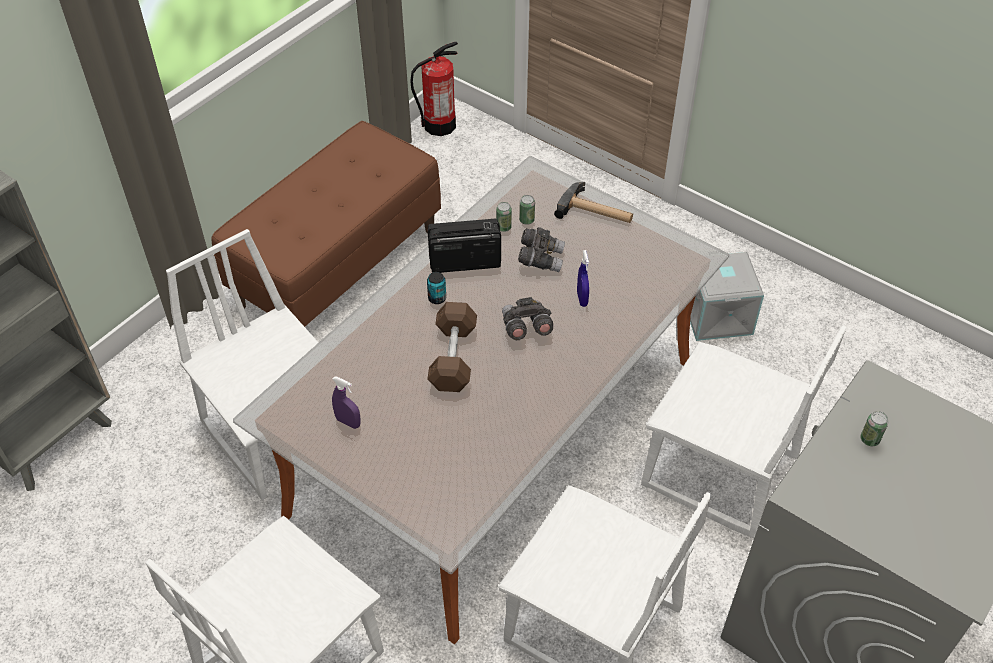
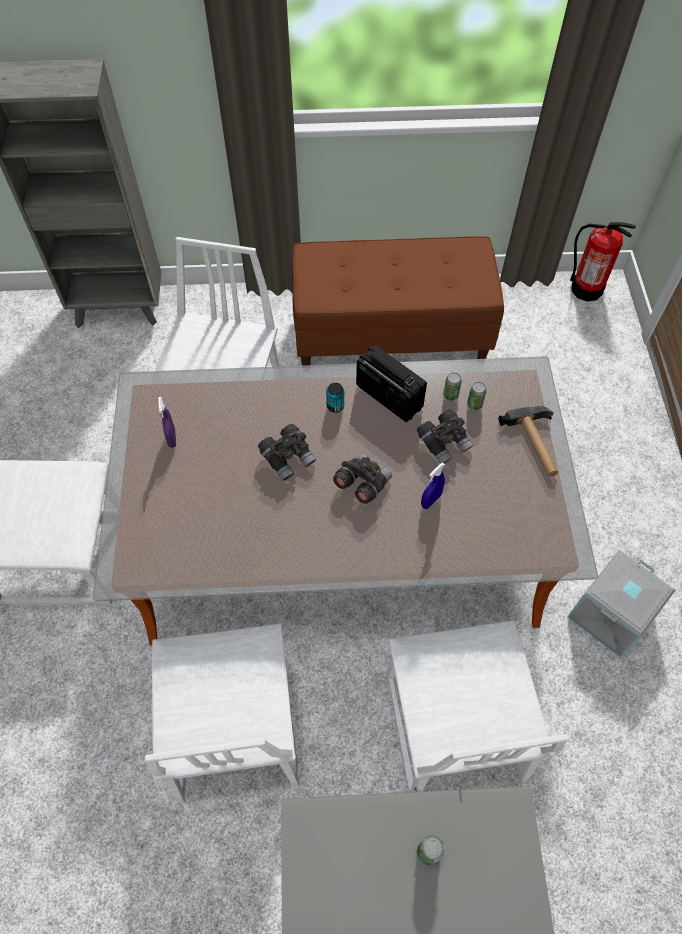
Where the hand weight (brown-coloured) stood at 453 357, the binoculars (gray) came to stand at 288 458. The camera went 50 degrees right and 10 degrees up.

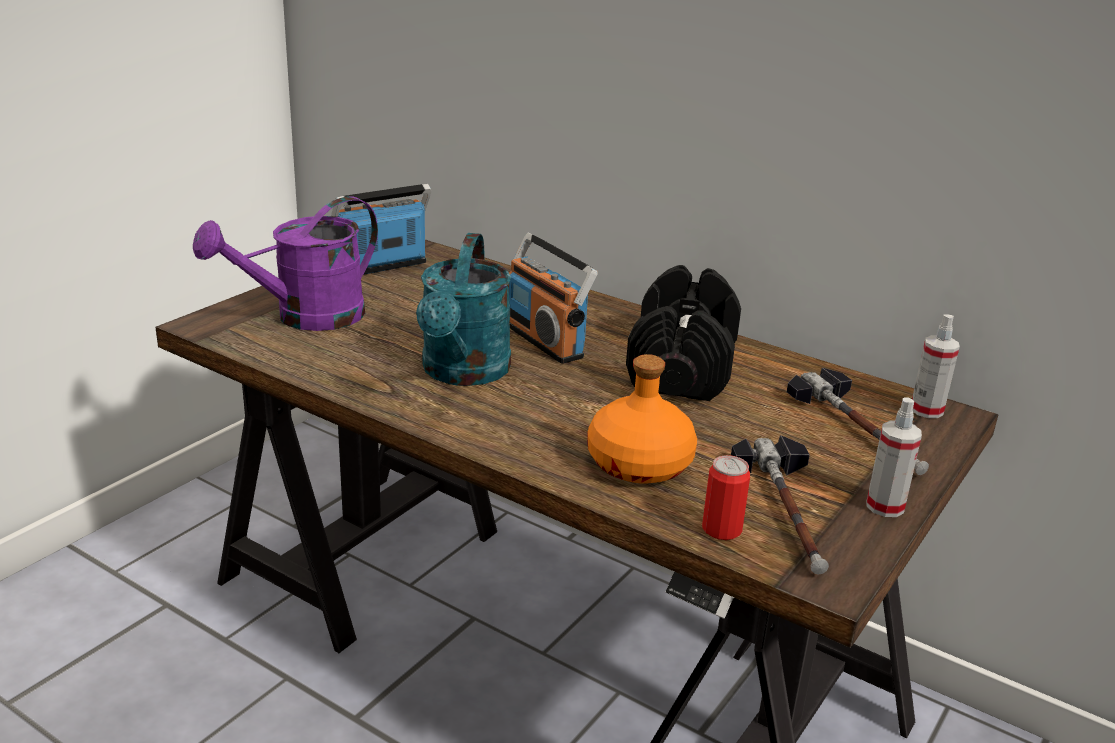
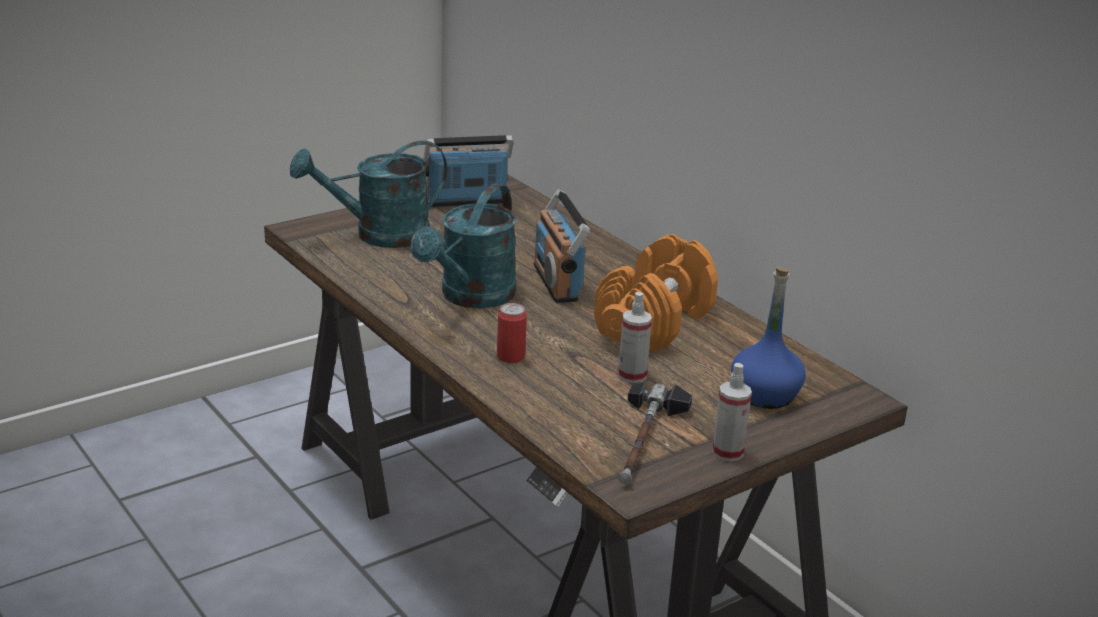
What was the watering pot (purple-coloured) at 306 318 turned into the watering pot (blue-green) at 379 235. The second view lost the beverage bottle (orange-coloured) at 638 464. What was the hand weight (black-coloured) at 682 368 turned into the hand weight (orange-coloured) at 654 322. The metal can ended up elsewhere, having gone from 721 529 to 510 357. Where the hammer stood at 860 429, the beverage bottle (blue-coloured) came to stand at 765 395. The spray bottle ended up elsewhere, having gone from 926 410 to 632 375. The camera went 20 degrees right and 0 degrees up.

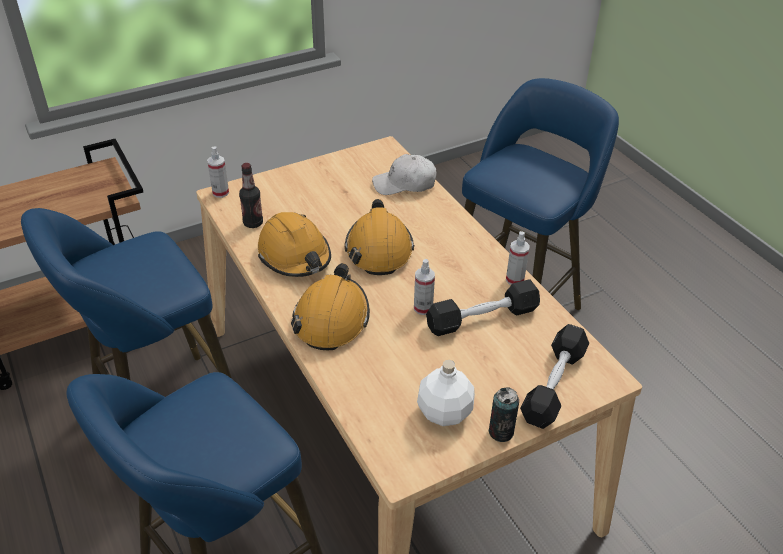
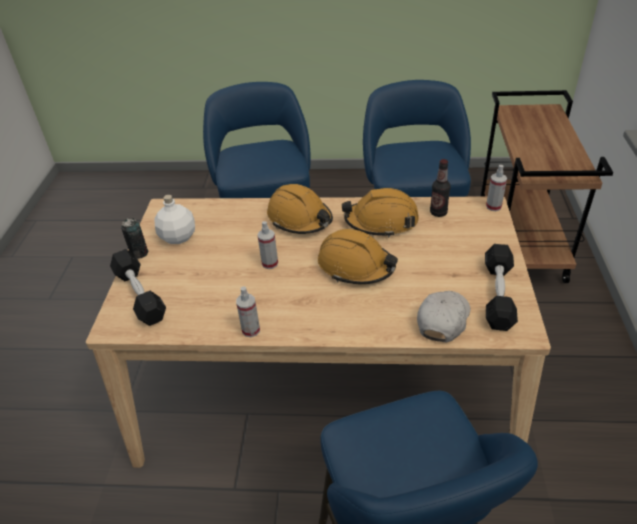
The hand weight (black-coloured) ended up elsewhere, having gone from 482 318 to 498 294. The camera went 125 degrees right and 0 degrees up.

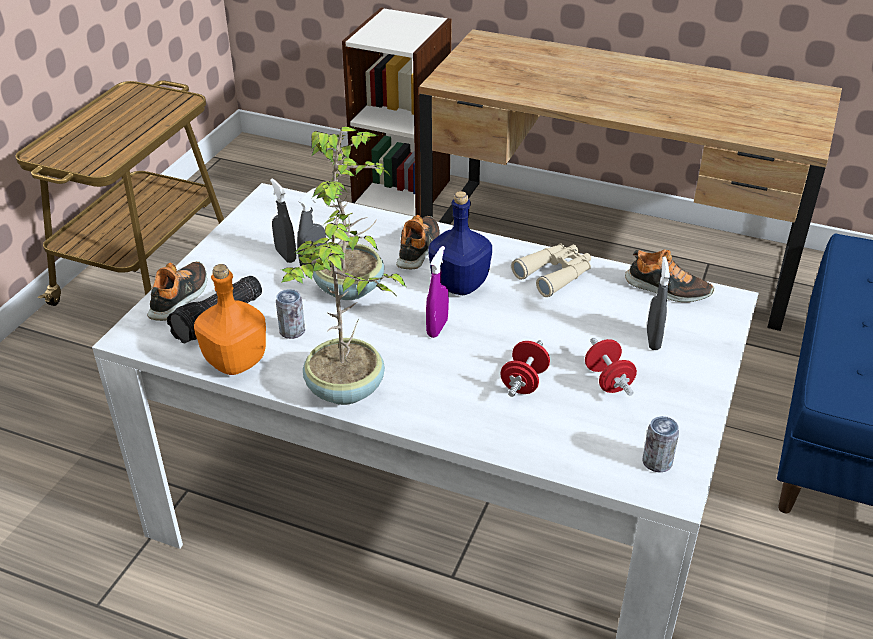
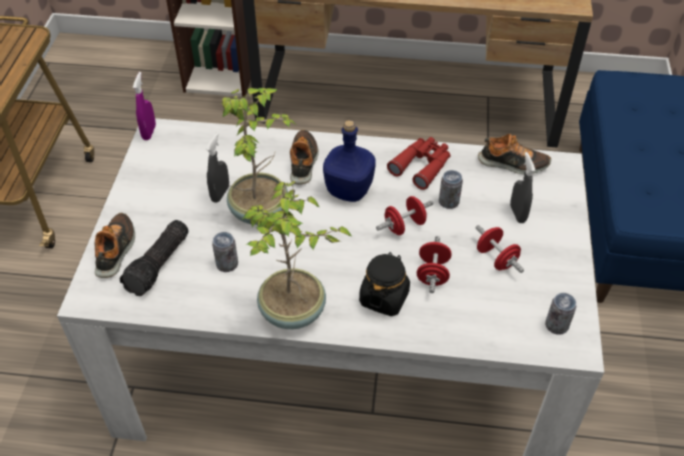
The second view lost the beverage bottle (orange-coloured) at 234 360. The second view lost the spray bottle (gray) at 286 255. The spray bottle (purple-coloured) ended up elsewhere, having gone from 437 328 to 149 132. What was the binoculars (sand-coloured) at 555 274 turned into the binoculars (reddish) at 422 166. The second view gained the storage jar (black-coloured) at 384 297. The second view gained the hand weight (reddish) at 404 225. The second view gained the metal can at 448 202. The camera went 15 degrees left and 10 degrees up.

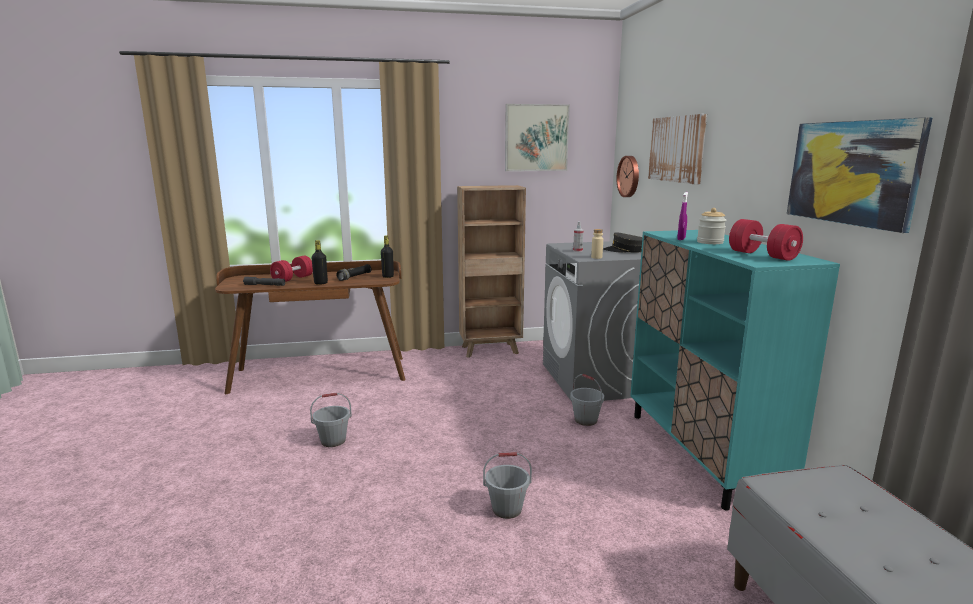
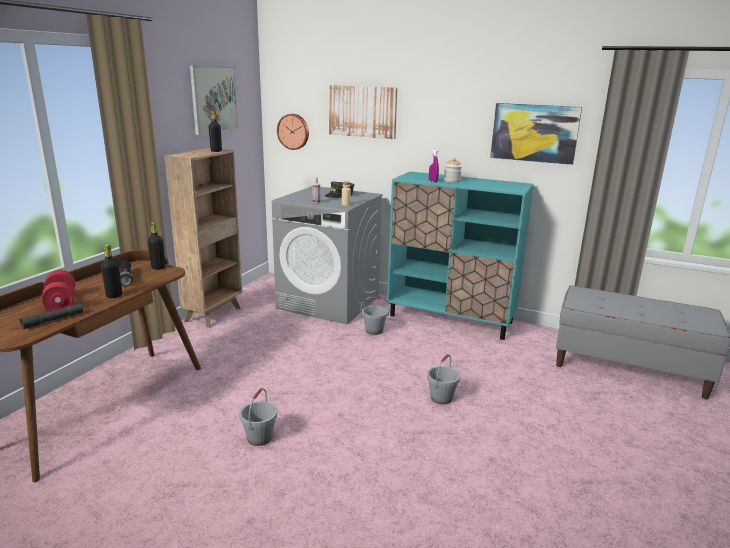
The second view lost the hand weight (reddish) at 762 255. The second view gained the beverage bottle (black-coloured) at 216 151. The camera went 55 degrees left and 5 degrees up.

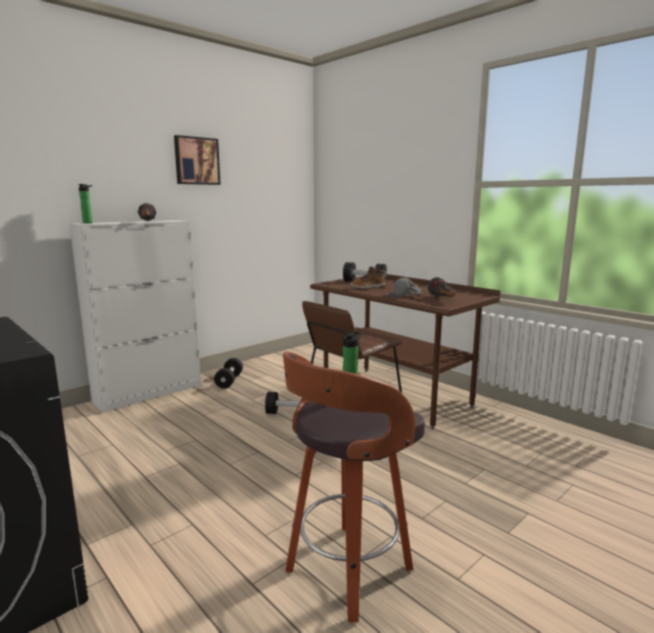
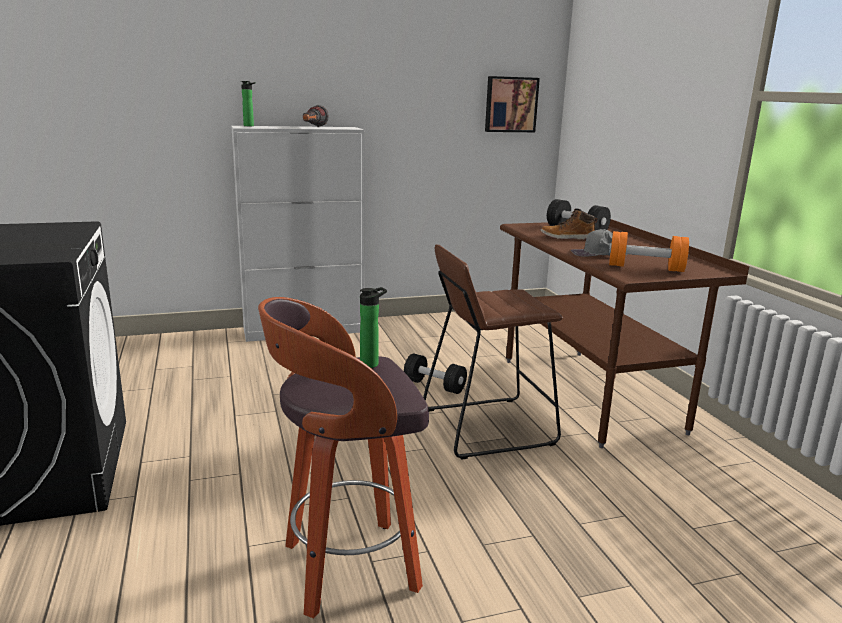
The wall art ended up elsewhere, having gone from 196 161 to 510 104. The second view lost the hand weight (black-coloured) at 229 381. Where the hand torch stood at 443 299, the hand weight (orange-coloured) came to stand at 645 268. The camera went 25 degrees right and 5 degrees up.

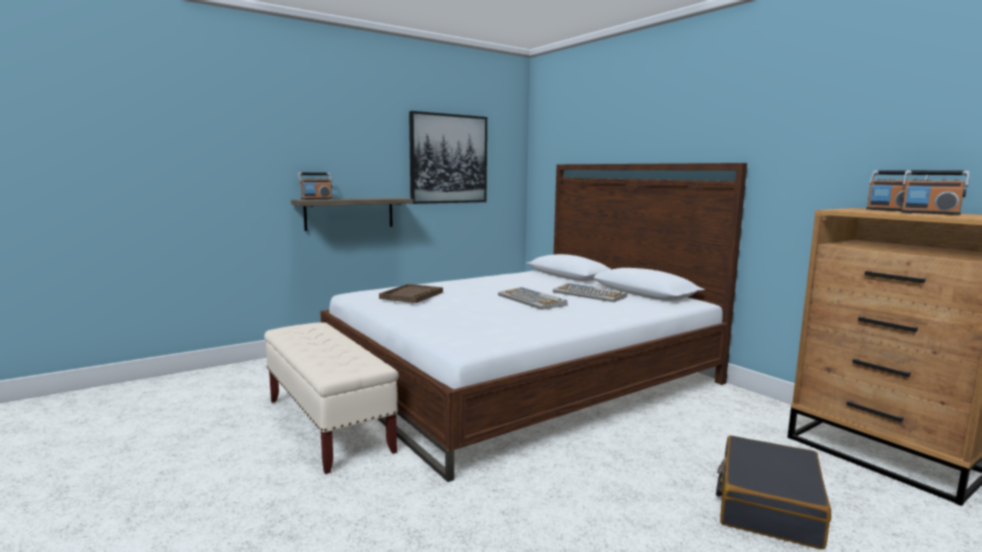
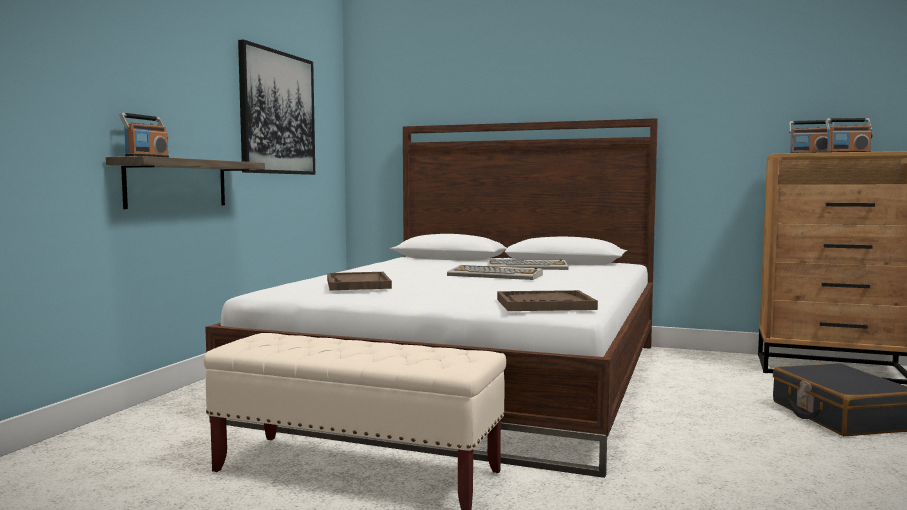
The second view gained the serving tray (brown-coloured) at 544 304. The camera went 35 degrees left and 5 degrees down.

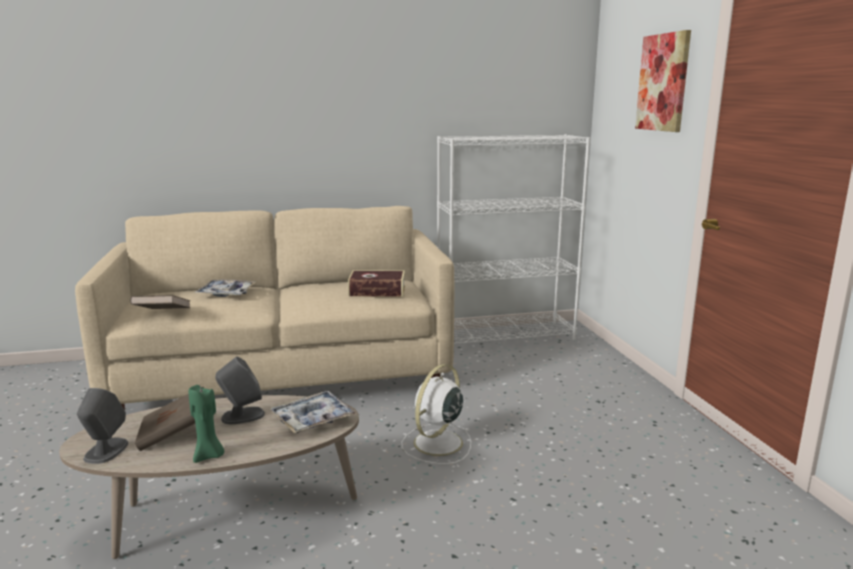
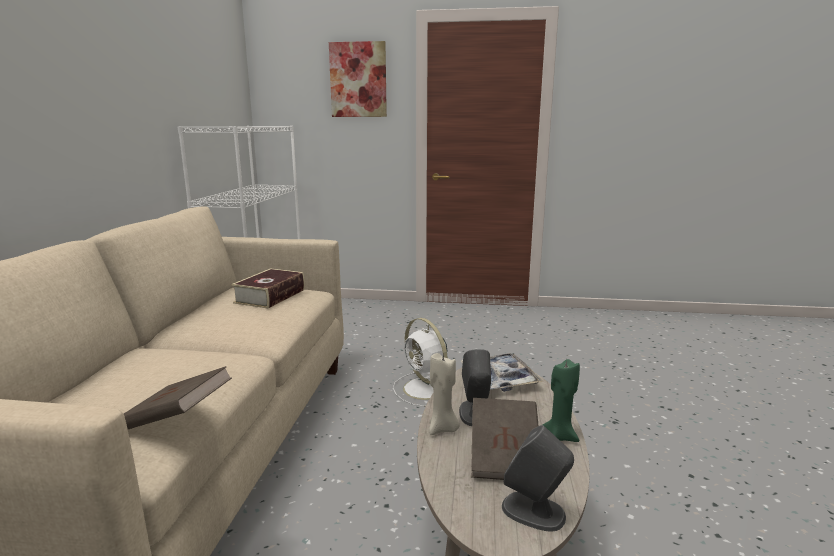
The second view lost the serving tray at 226 293. The second view gained the wax light (sand-coloured) at 443 429. The camera went 70 degrees left and 0 degrees up.

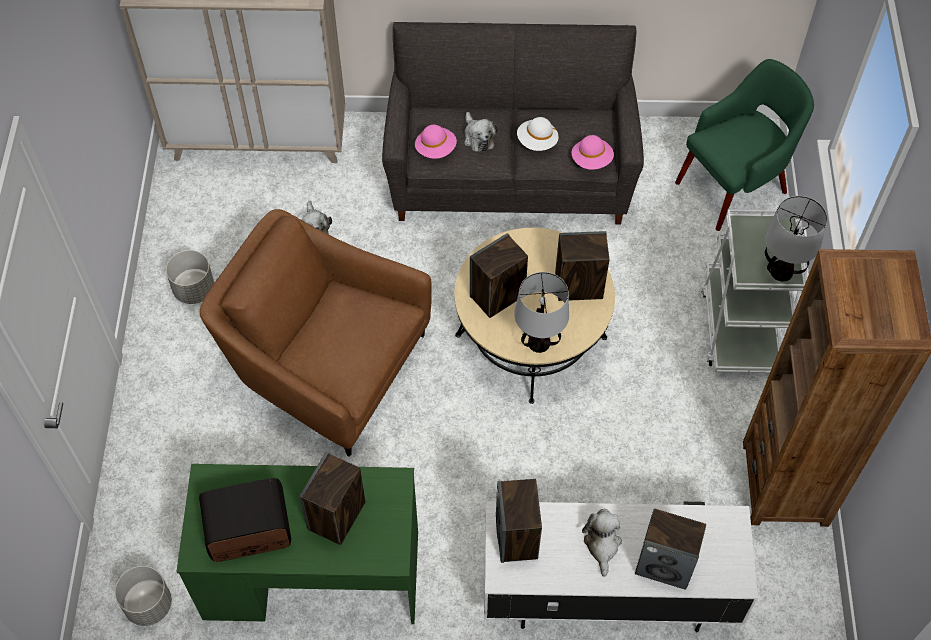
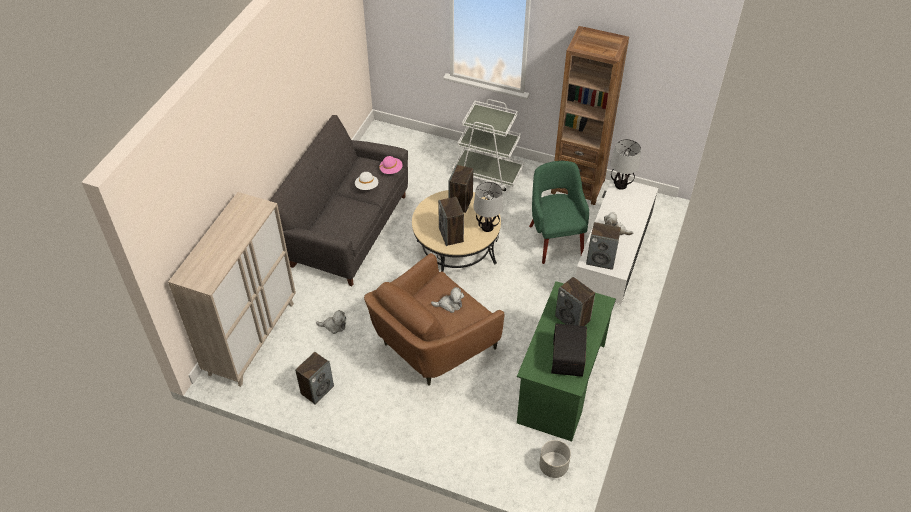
The second view lost the planter (gray) at 194 289. The second view lost the wearable hat (pink) at 436 149. The soft toy ended up elsewhere, having gone from 478 137 to 449 304. The loudspeaker ended up elsewhere, having gone from 665 564 to 317 390. The armchair (green-coloured) ended up elsewhere, having gone from 734 186 to 555 239. The table lamp ended up elsewhere, having gone from 781 272 to 621 185. The camera went 70 degrees left and 10 degrees down.

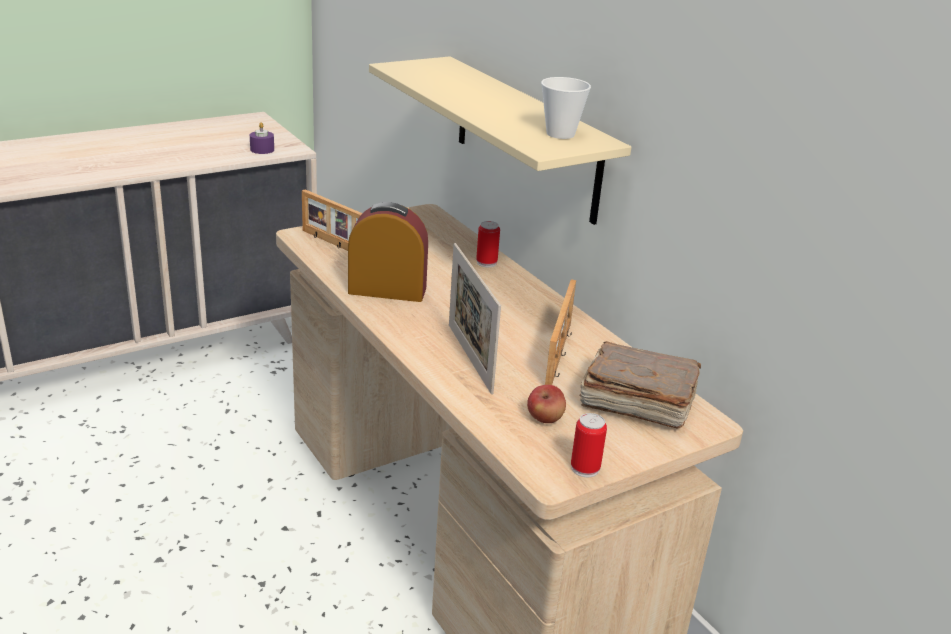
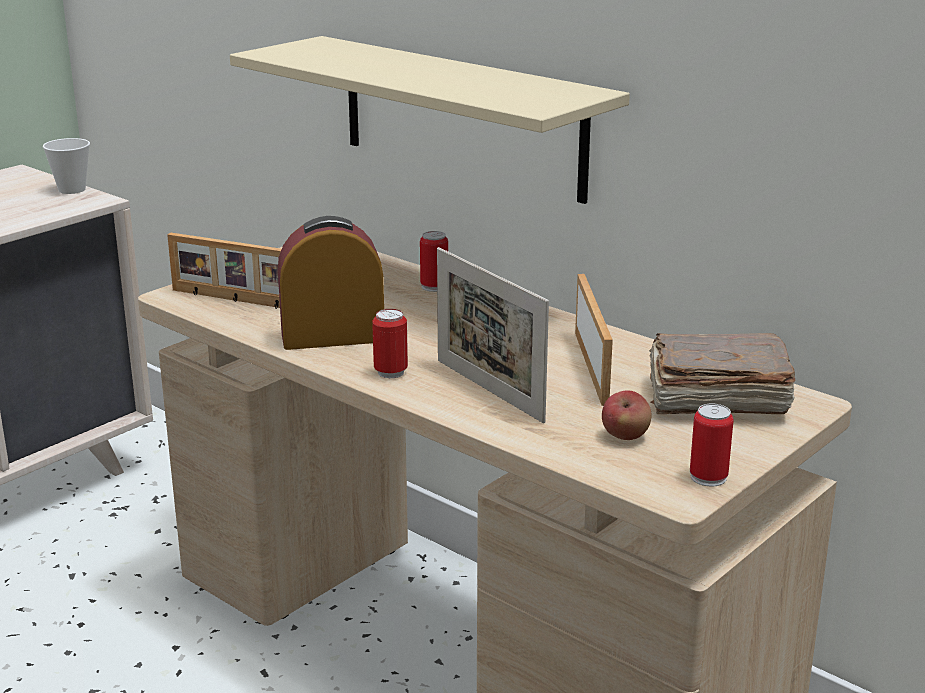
The second view lost the wax light (purple-coloured) at 262 149. The drinking cup ended up elsewhere, having gone from 560 134 to 72 190. The second view gained the metal can at 390 372. The camera went 15 degrees left and 5 degrees down.

